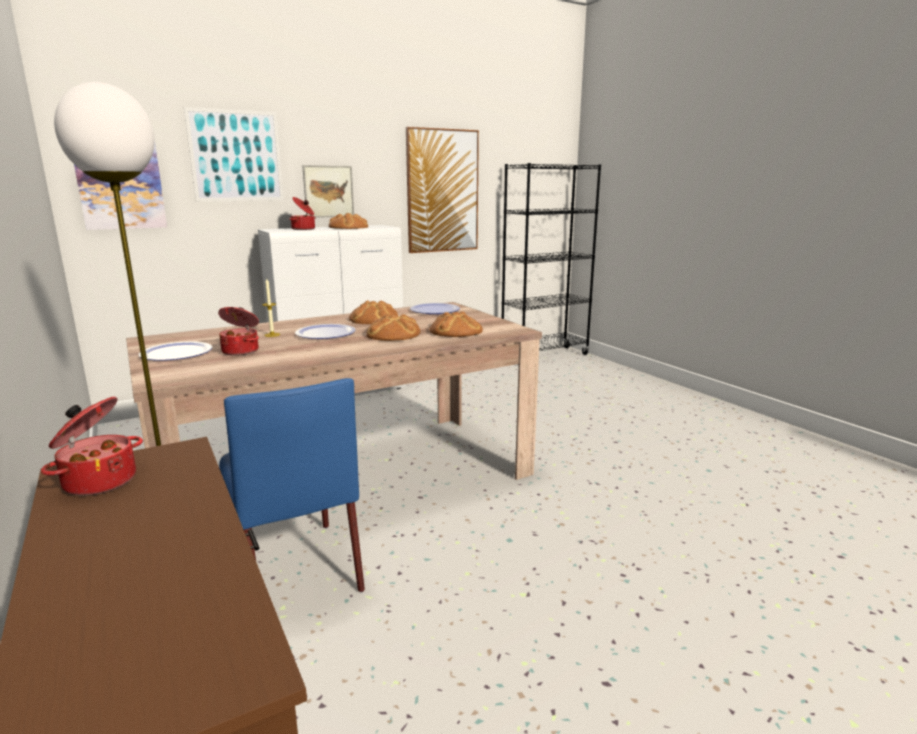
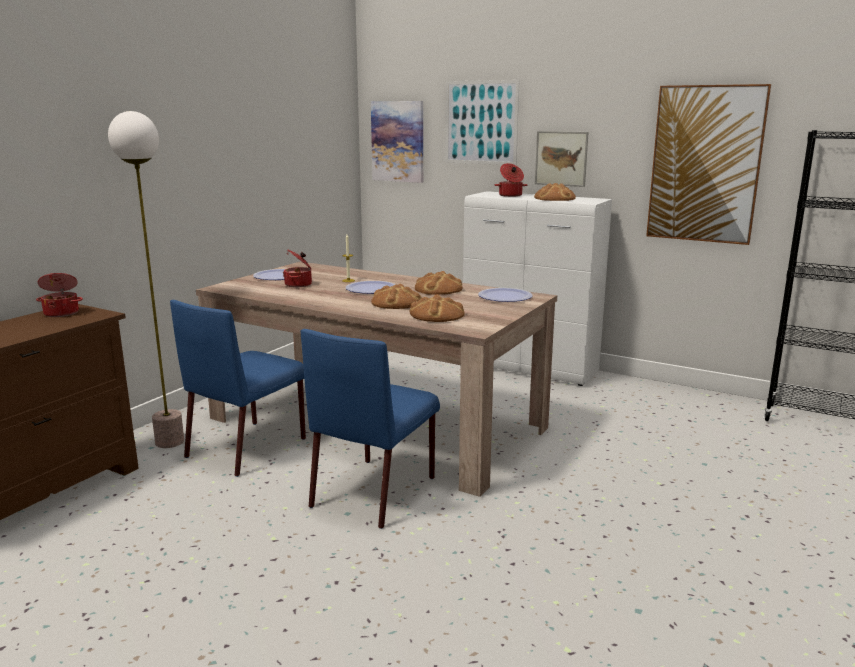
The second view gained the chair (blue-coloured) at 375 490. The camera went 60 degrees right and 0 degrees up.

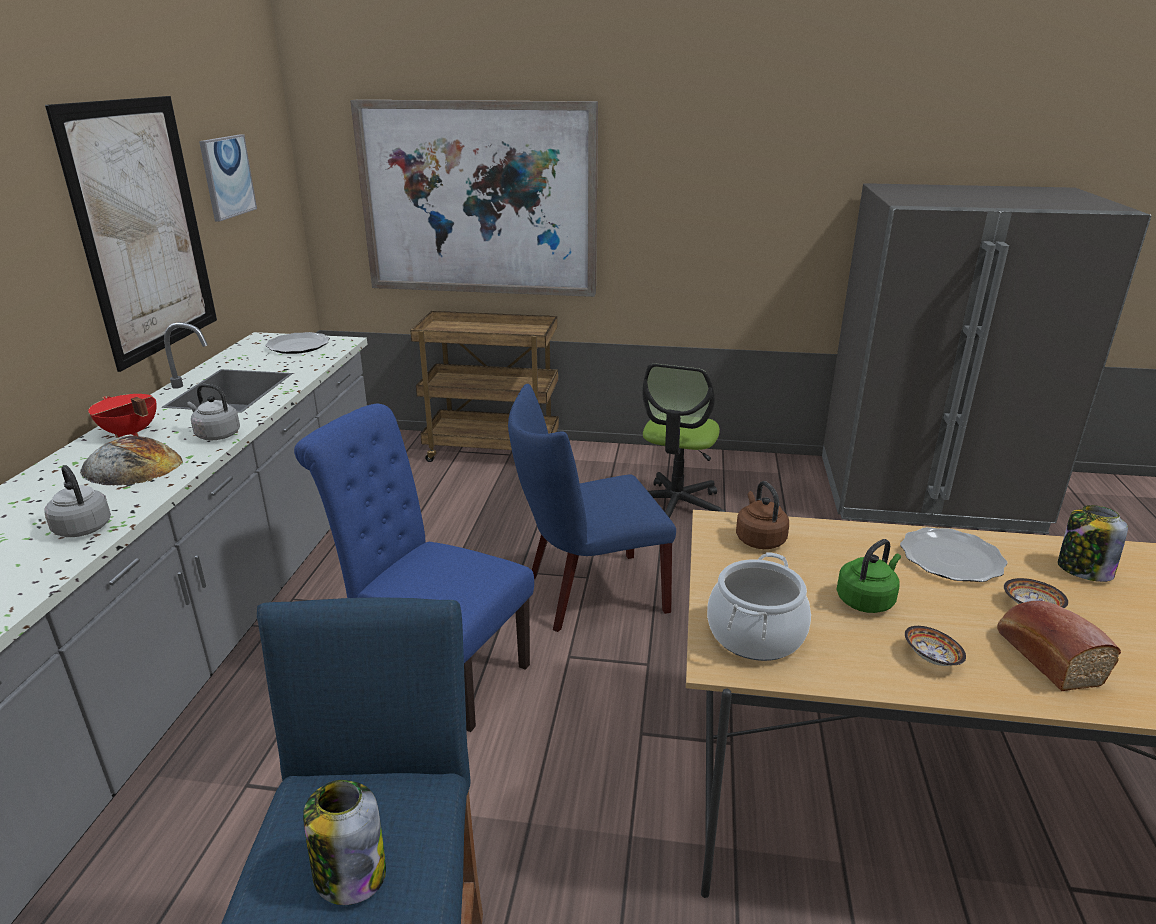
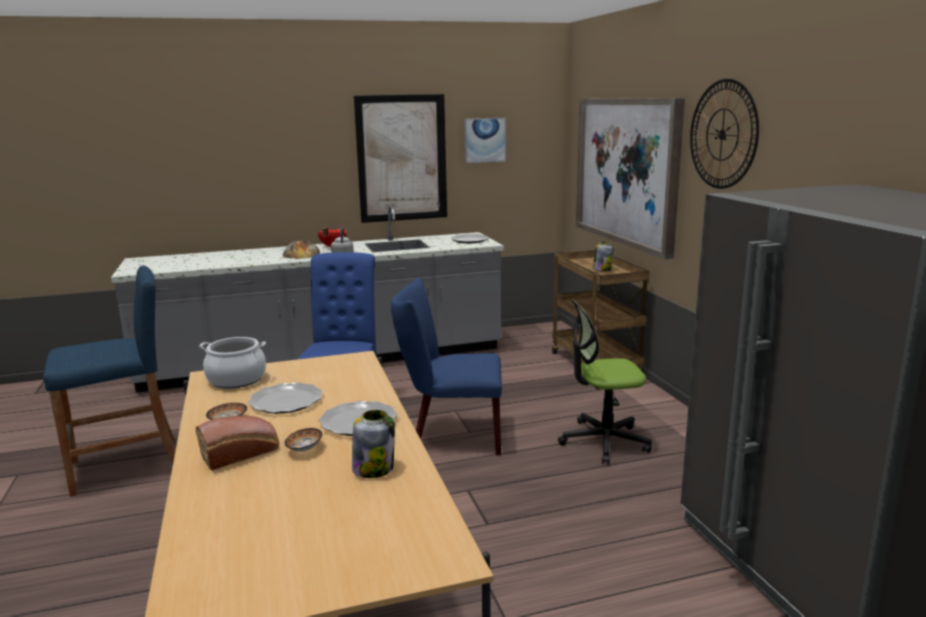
The second view lost the water kettle (gray) at 82 527. The storage jar ended up elsewhere, having gone from 349 873 to 602 269. The chair (blue-coloured) at 587 594 ended up facing another way, 45 degrees counterclockwise from before. The second view lost the water kettle (brown-coloured) at 759 539. Where the water kettle (green-coloured) stood at 866 600, the dinner plate came to stand at 286 401. The second view gained the hanging clock at 722 134. The camera went 65 degrees right and 10 degrees down.

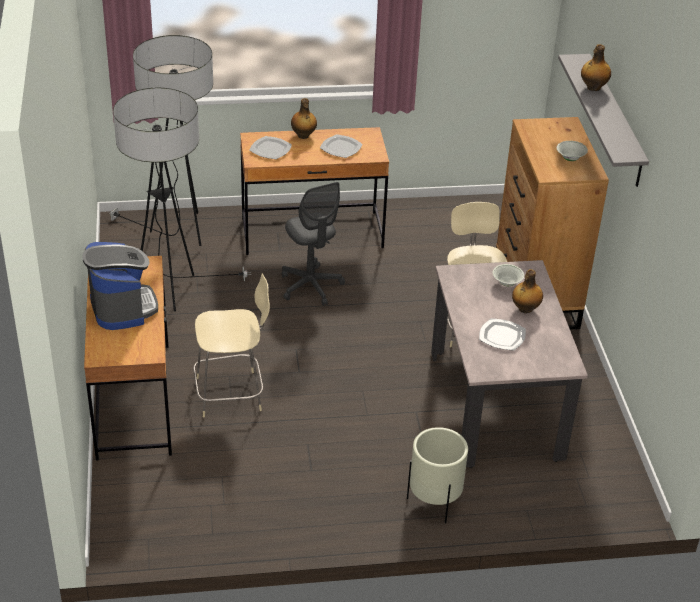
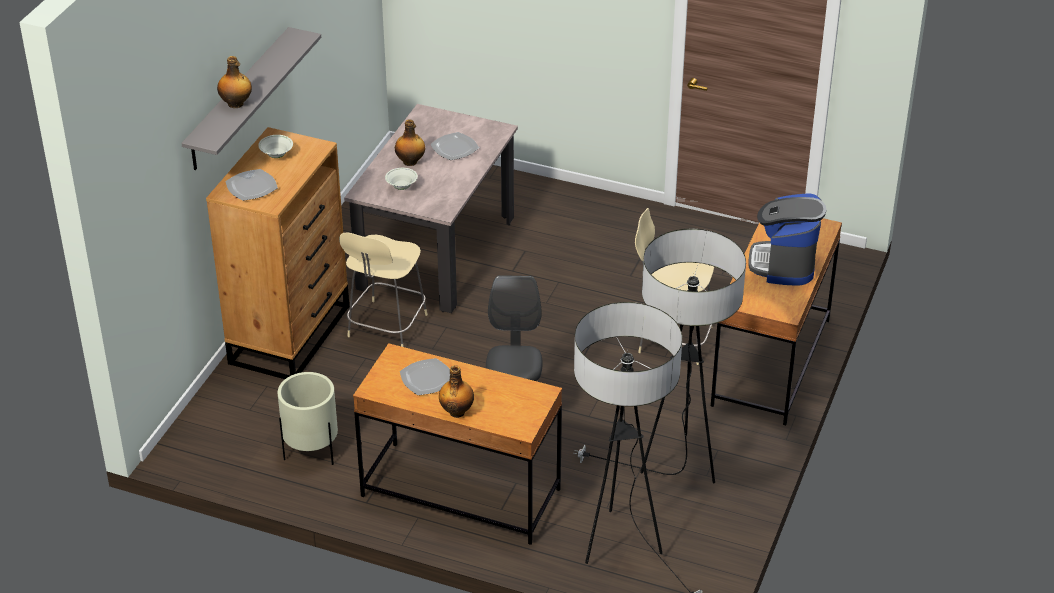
The dinner plate ended up elsewhere, having gone from 270 149 to 251 186. The planter (sand-coloured) ended up elsewhere, having gone from 434 502 to 311 452. The camera went 150 degrees left and 0 degrees up.

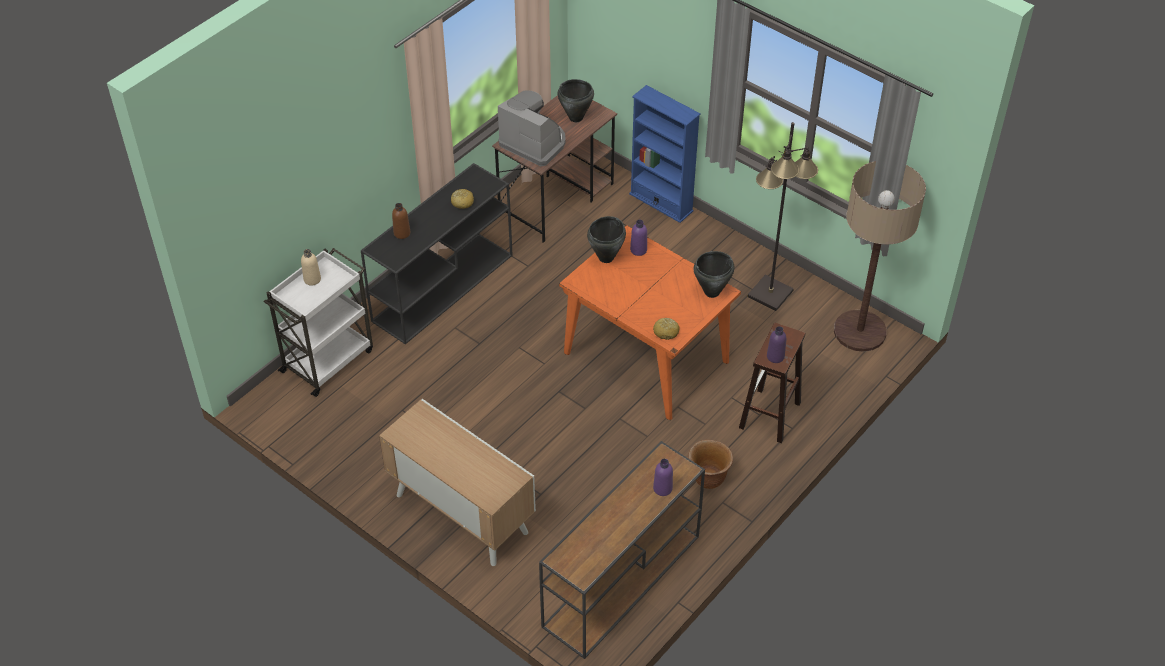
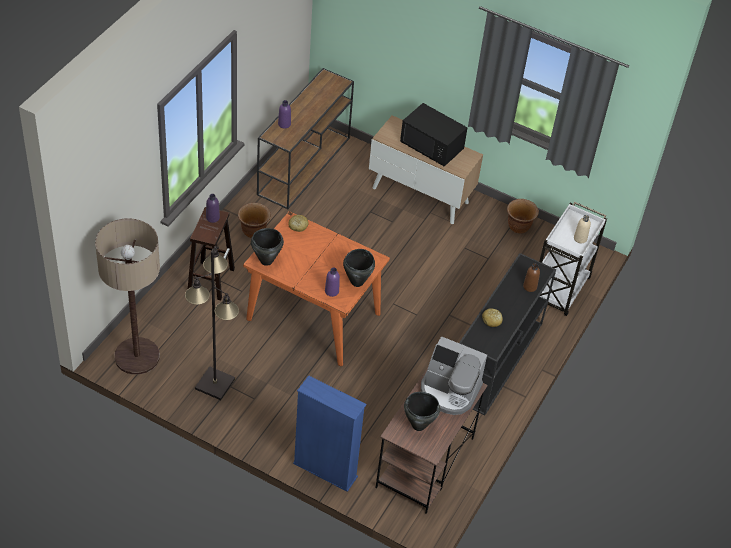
The second view gained the microwave oven (black-coloured) at 432 147. The second view gained the planter (brown-coloured) at 519 227. The camera went 165 degrees right and 0 degrees up.

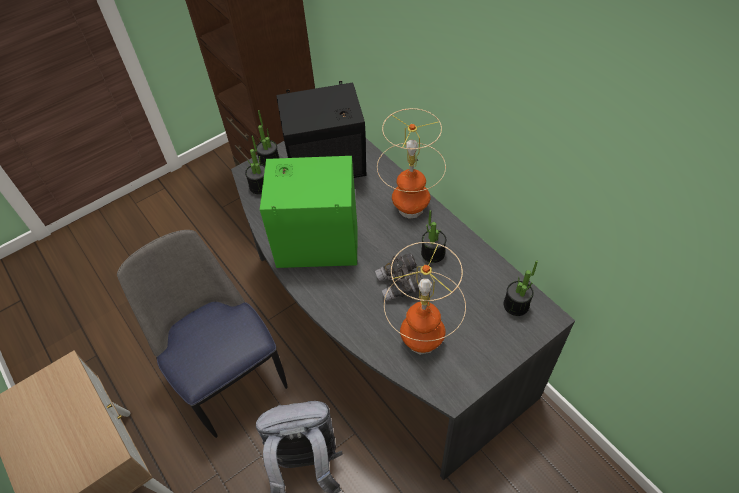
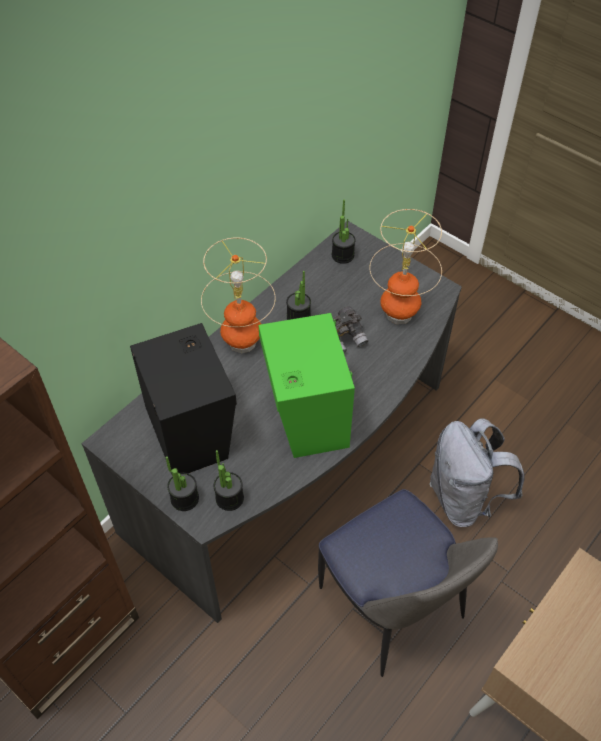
The chair at 228 375 ended up facing another way, 75 degrees counterclockwise from before. The camera went 105 degrees left and 0 degrees up.

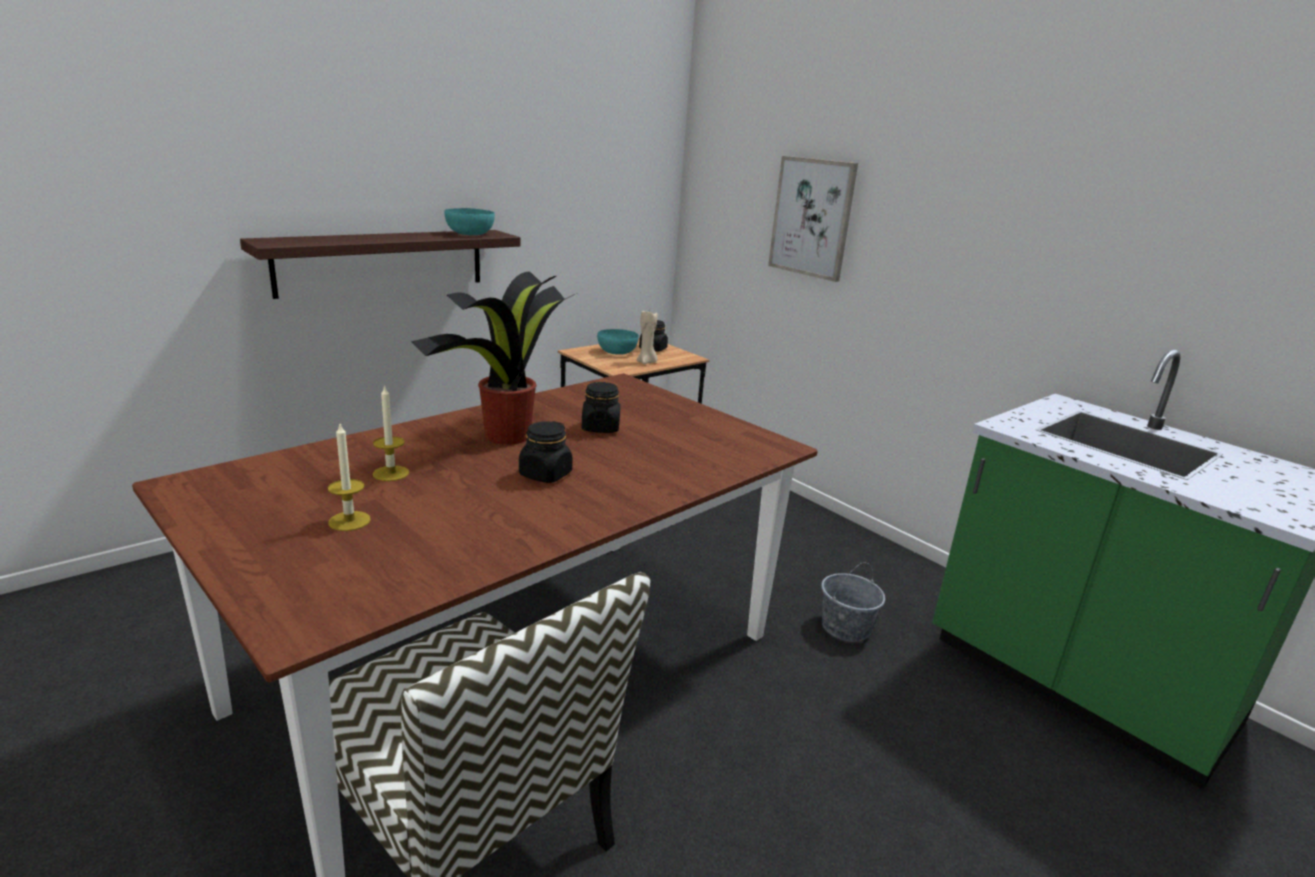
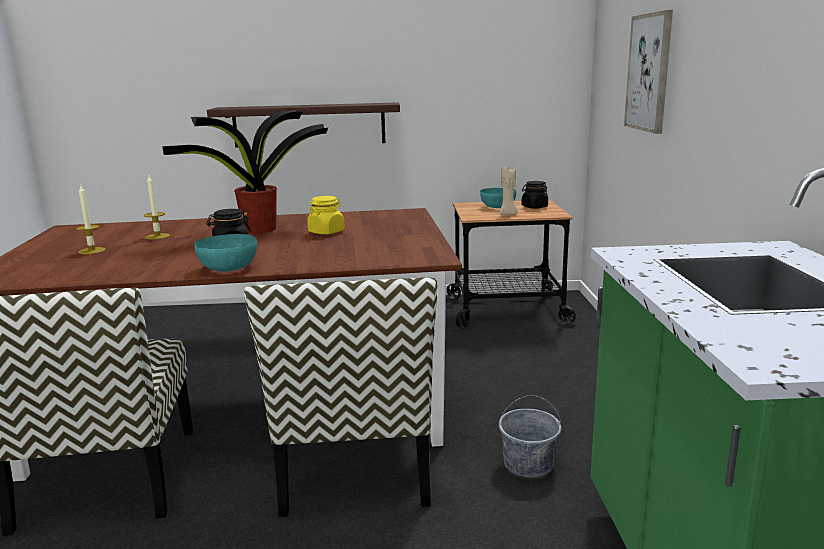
The serving bowl (blue-green) ended up elsewhere, having gone from 469 234 to 228 267. What was the storage jar (black-coloured) at 600 427 turned into the storage jar (yellow) at 326 232. The second view gained the chair at 356 466. The camera went 40 degrees right and 5 degrees down.

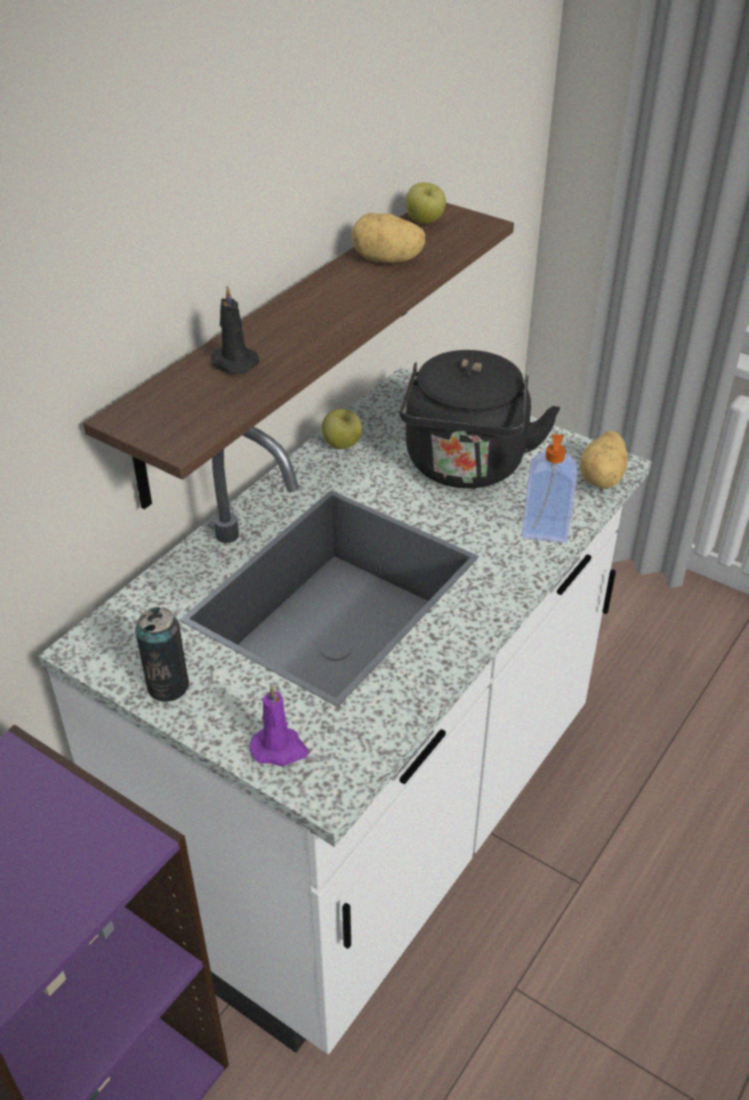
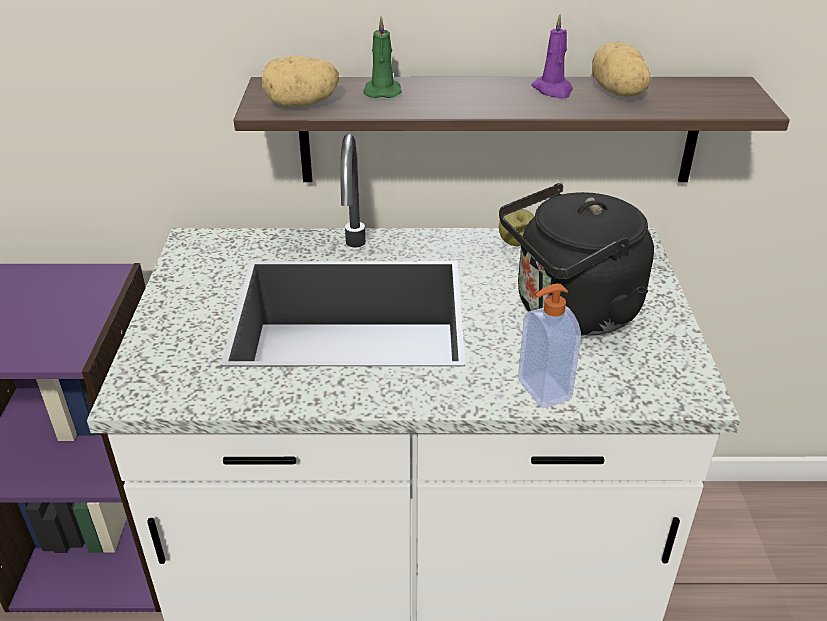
The second view lost the metal can at 168 686. What was the wax light (black-coloured) at 233 362 turned into the wax light (green-coloured) at 382 91. The wax light (purple-coloured) ended up elsewhere, having gone from 279 749 to 553 90. The second view lost the apple fruit at 425 222. The whole potato ended up elsewhere, having gone from 603 478 to 301 105. The camera went 55 degrees right and 5 degrees down.

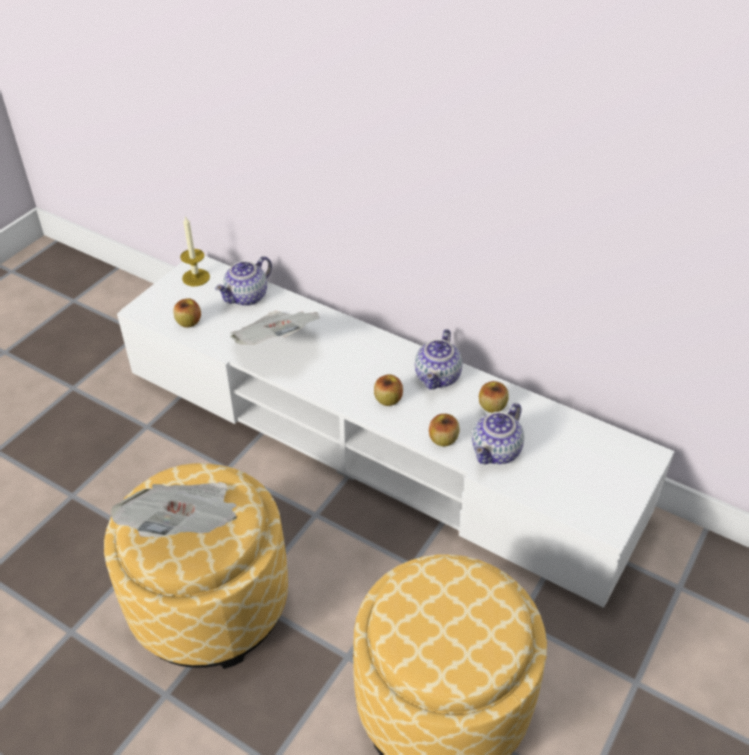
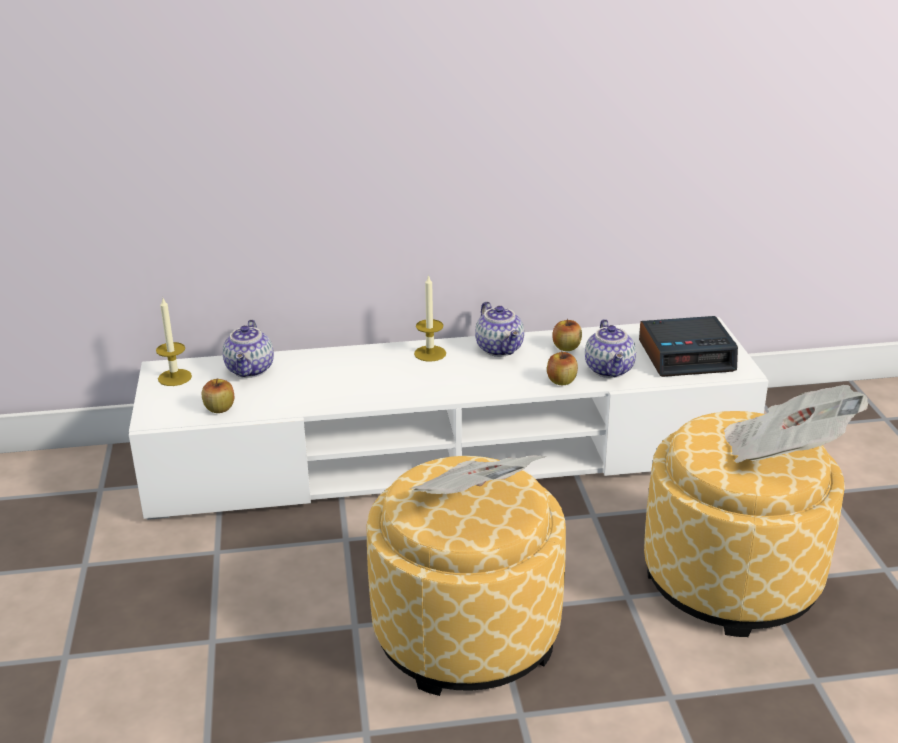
The printed paper ended up elsewhere, having gone from 276 344 to 785 452. The second view lost the apple fruit at 388 399. The second view gained the wax light at 430 353. The second view gained the table clock at 687 356. The camera went 40 degrees left and 15 degrees down.

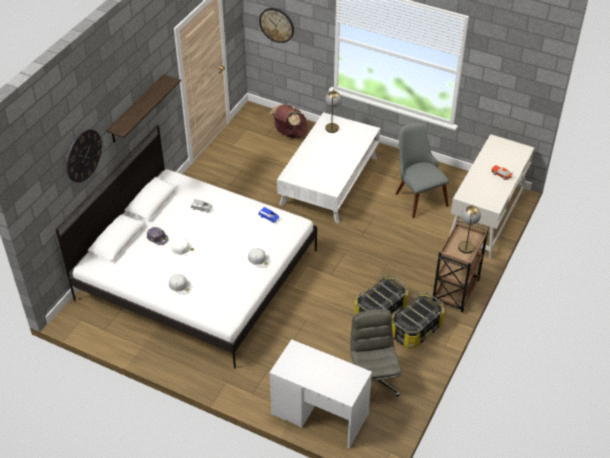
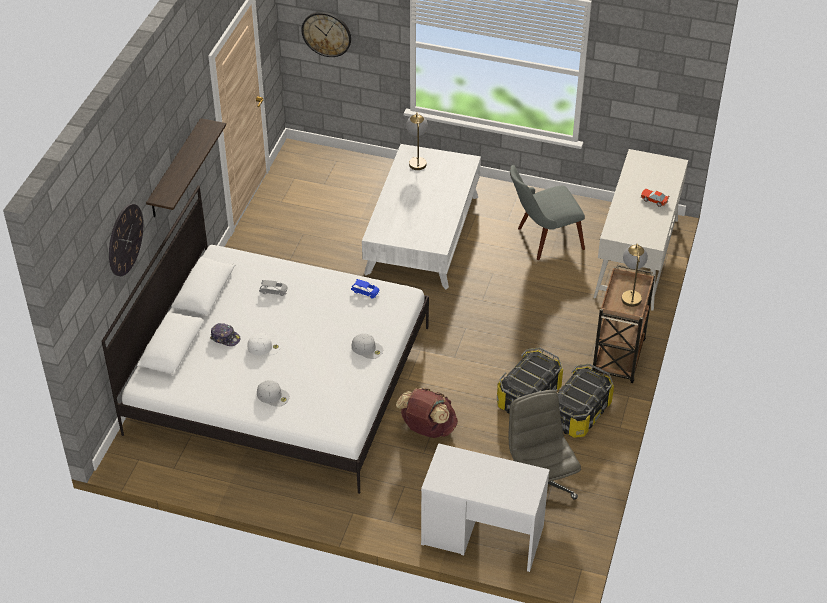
The knapsack (brown-coloured) ended up elsewhere, having gone from 289 134 to 427 429. The chair (gray) at 417 195 ended up facing another way, 75 degrees counterclockwise from before. The camera went 10 degrees left and 0 degrees up.

